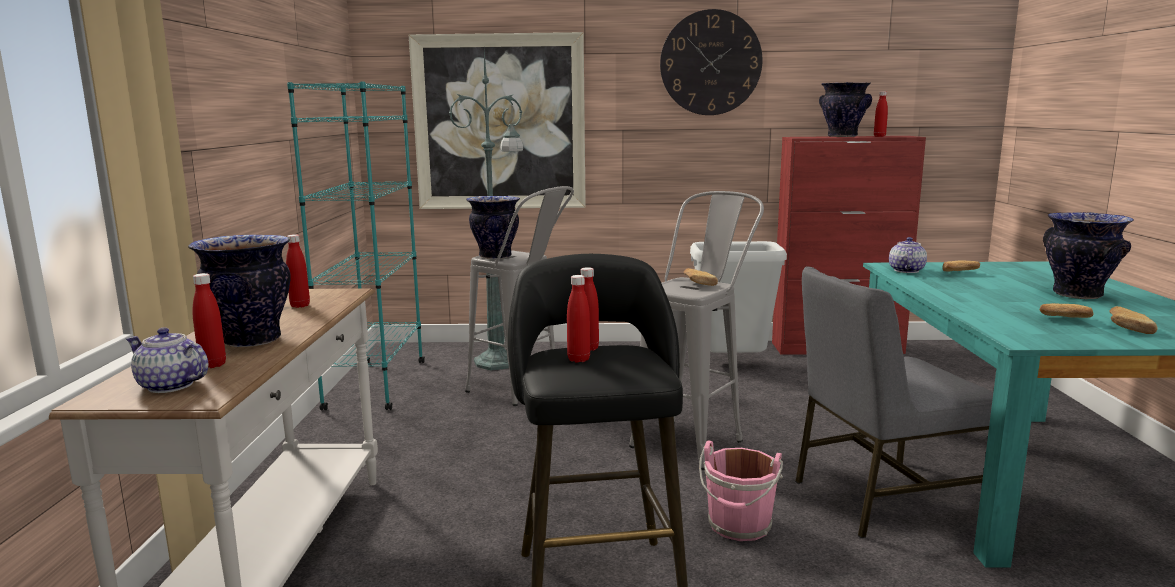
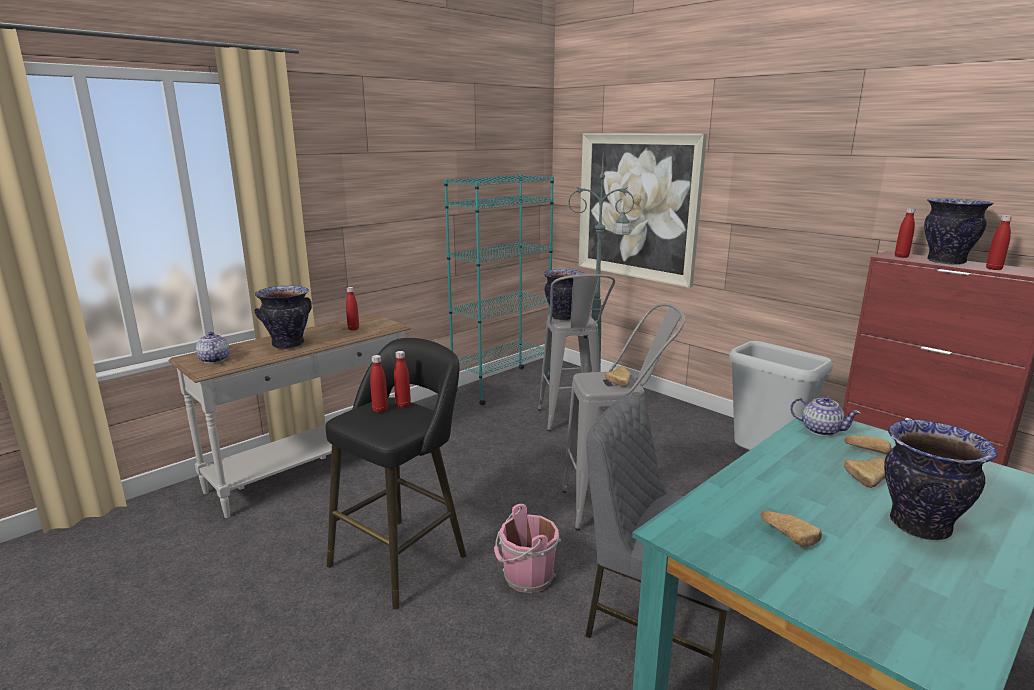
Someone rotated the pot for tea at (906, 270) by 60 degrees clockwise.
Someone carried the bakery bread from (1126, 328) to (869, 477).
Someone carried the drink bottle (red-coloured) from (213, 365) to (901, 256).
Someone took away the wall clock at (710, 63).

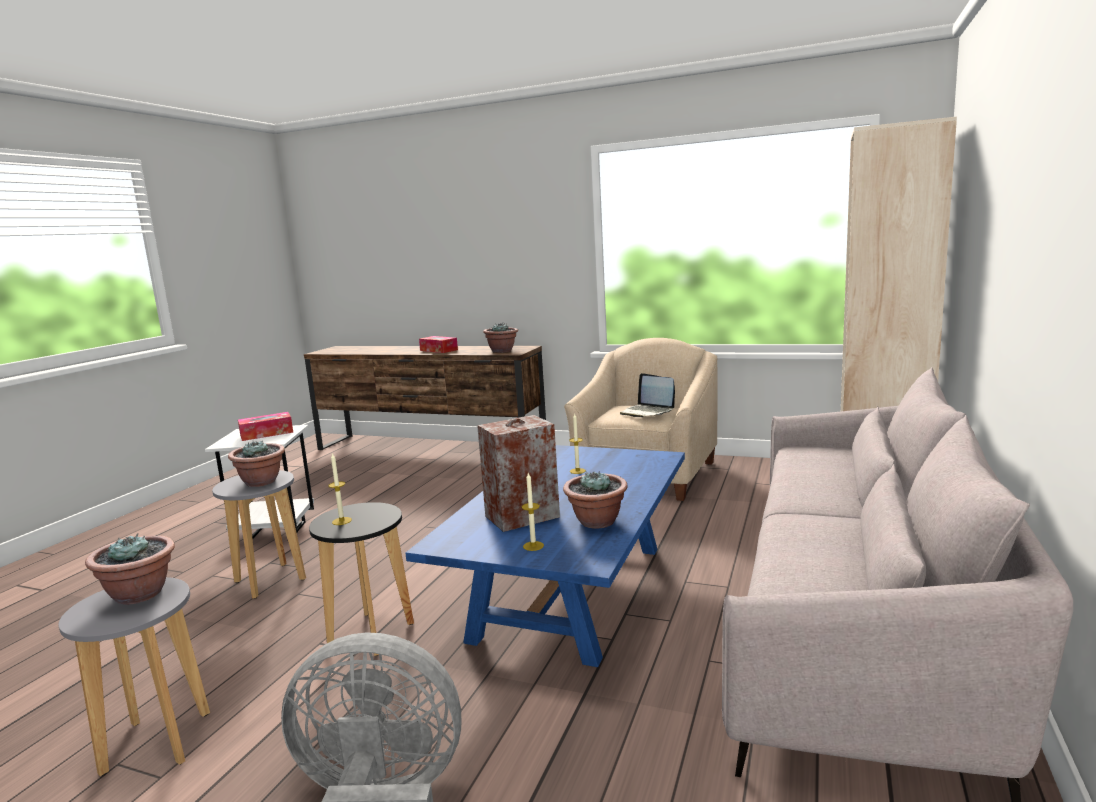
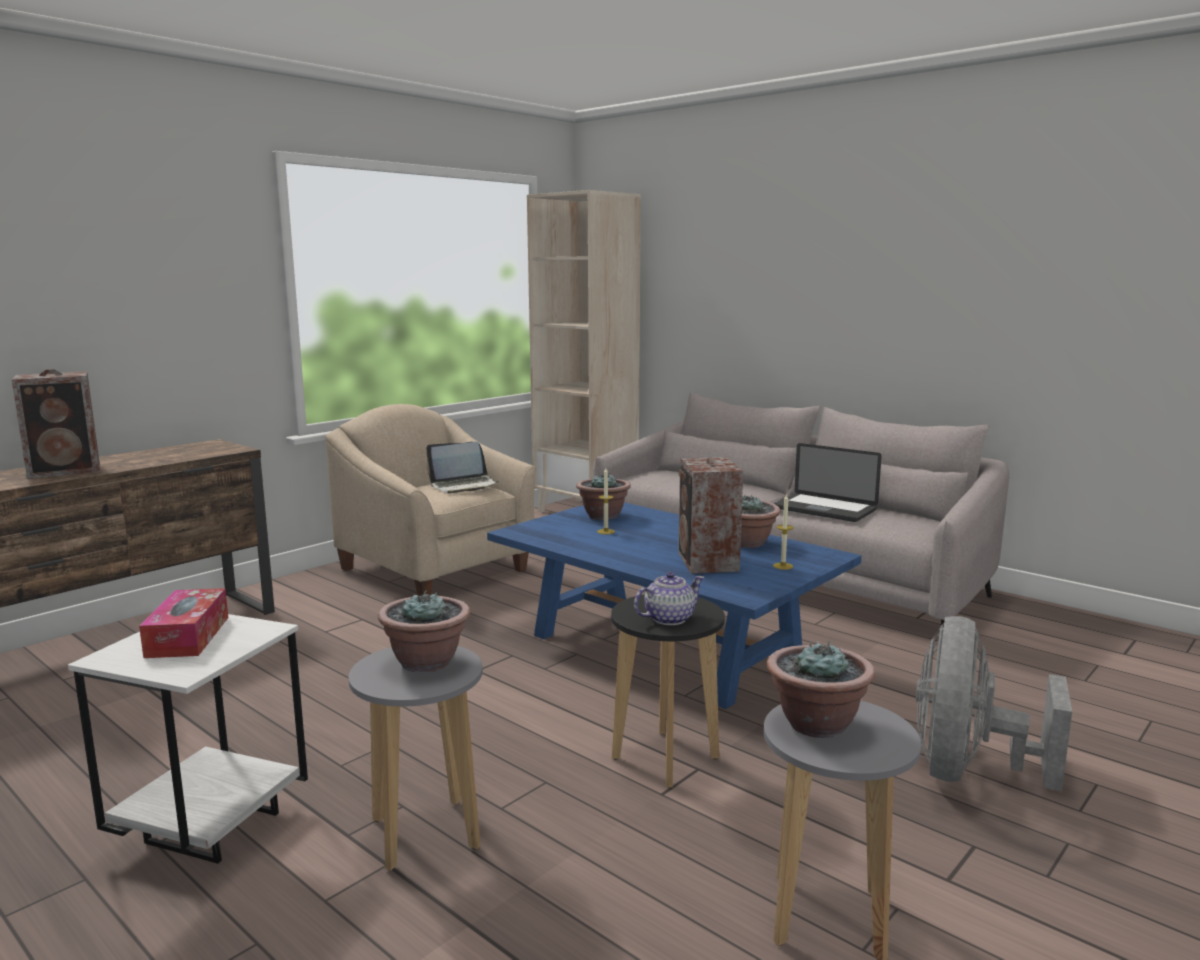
Someone swapped the tissue box at (438, 350) for the speaker at (67, 470).
Someone carried the houseplant from (502, 351) to (603, 516).
Someone swapped the wax light at (342, 521) for the pot for tea at (668, 618).
Someone put down the portable computer at (824, 509).

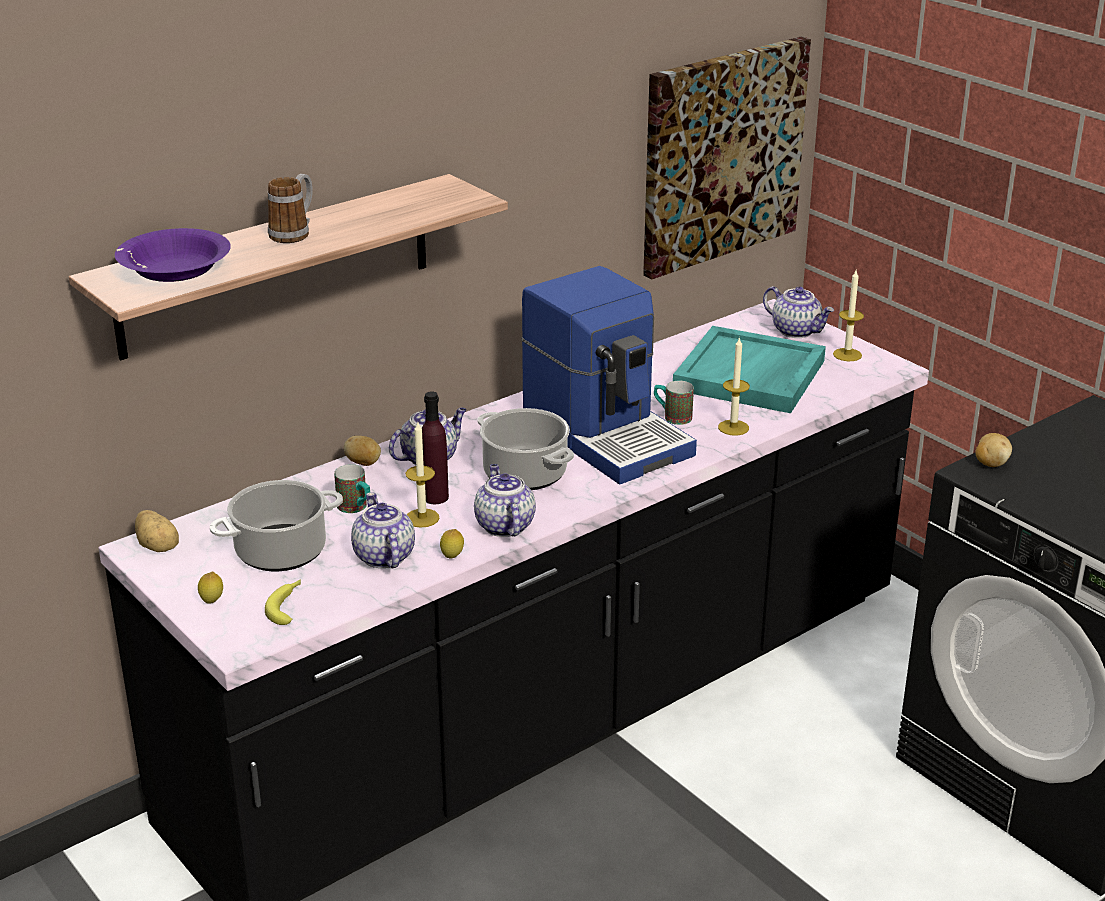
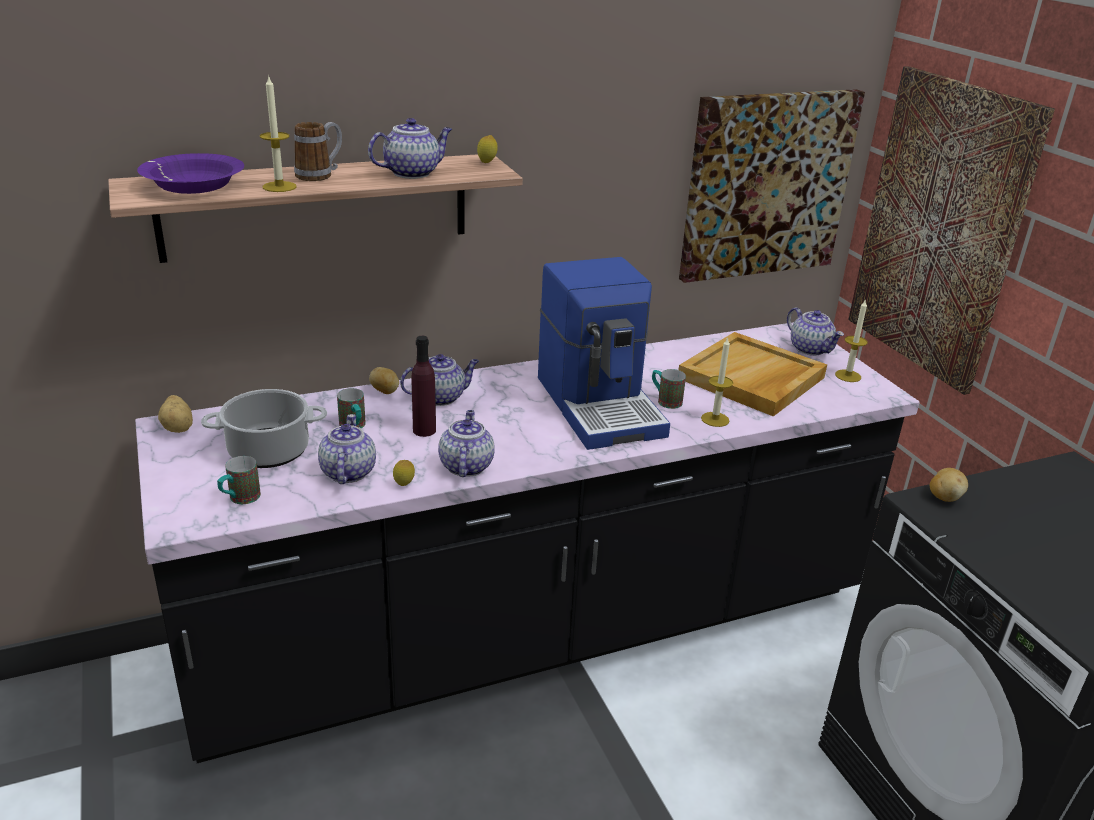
Someone swapped the banana at (288, 606) for the mug at (239, 499).
Someone carried the wax light from (422, 518) to (279, 187).
Someone put down the pot for tea at (412, 173).
Someone carried the lemon from (212, 602) to (487, 163).
Someone repainted the serving tray (blue-green) at (750, 376), which became the serving tray (beige) at (751, 378).
Someone put up the wall picture at (940, 229).
Someone took away the cooking pot at (526, 474).

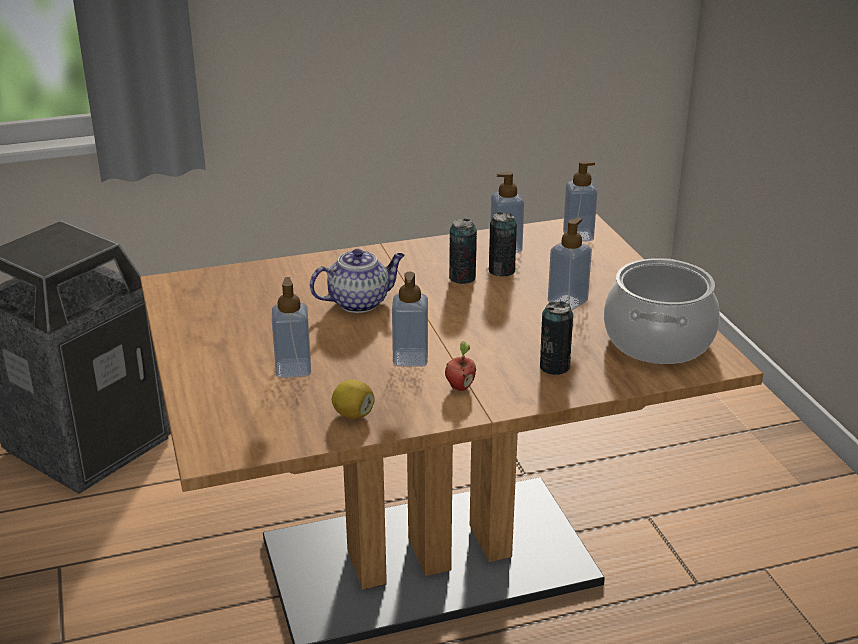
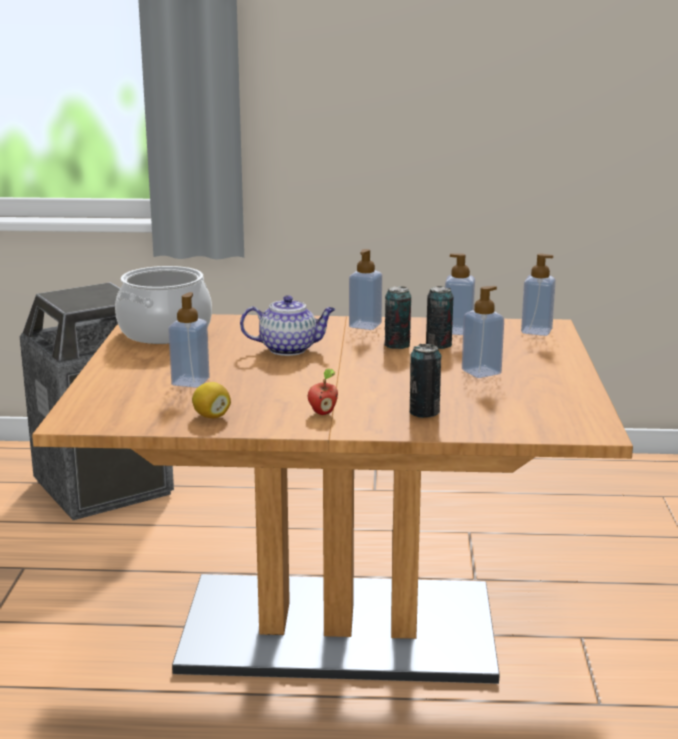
Someone carried the cooking pot from (657, 340) to (164, 332).
Someone carried the soap bottle from (410, 358) to (365, 325).

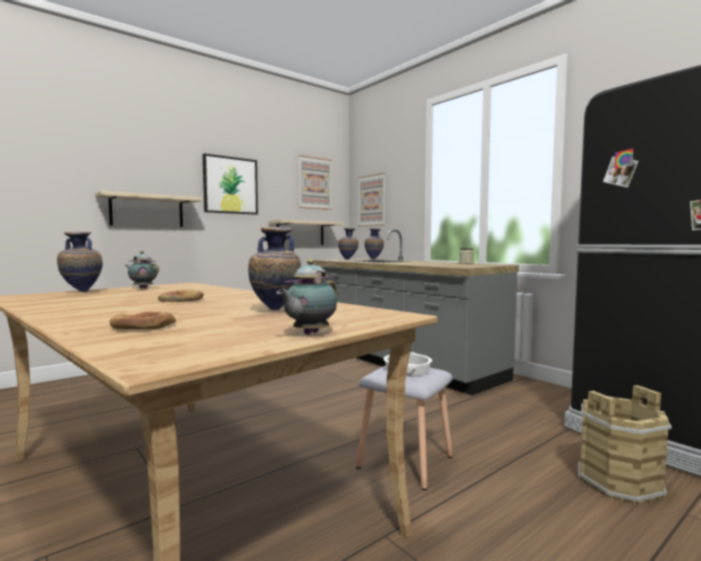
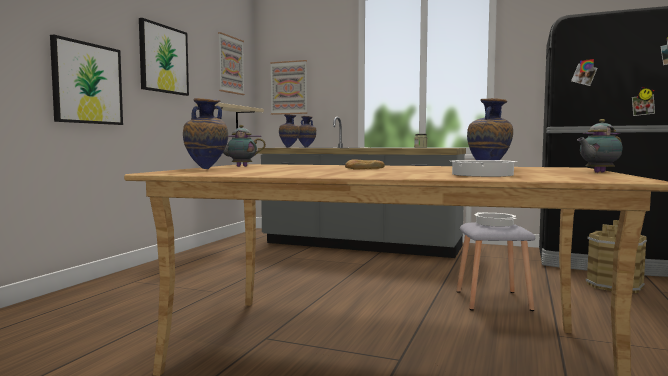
Someone swapped the bracket shelf (beige) at (147, 211) for the wall picture at (87, 83).
Someone swapped the bakery bread at (144, 326) for the cooking pot at (482, 175).
Someone rotated the pot for tea at (308, 334) by 60 degrees clockwise.

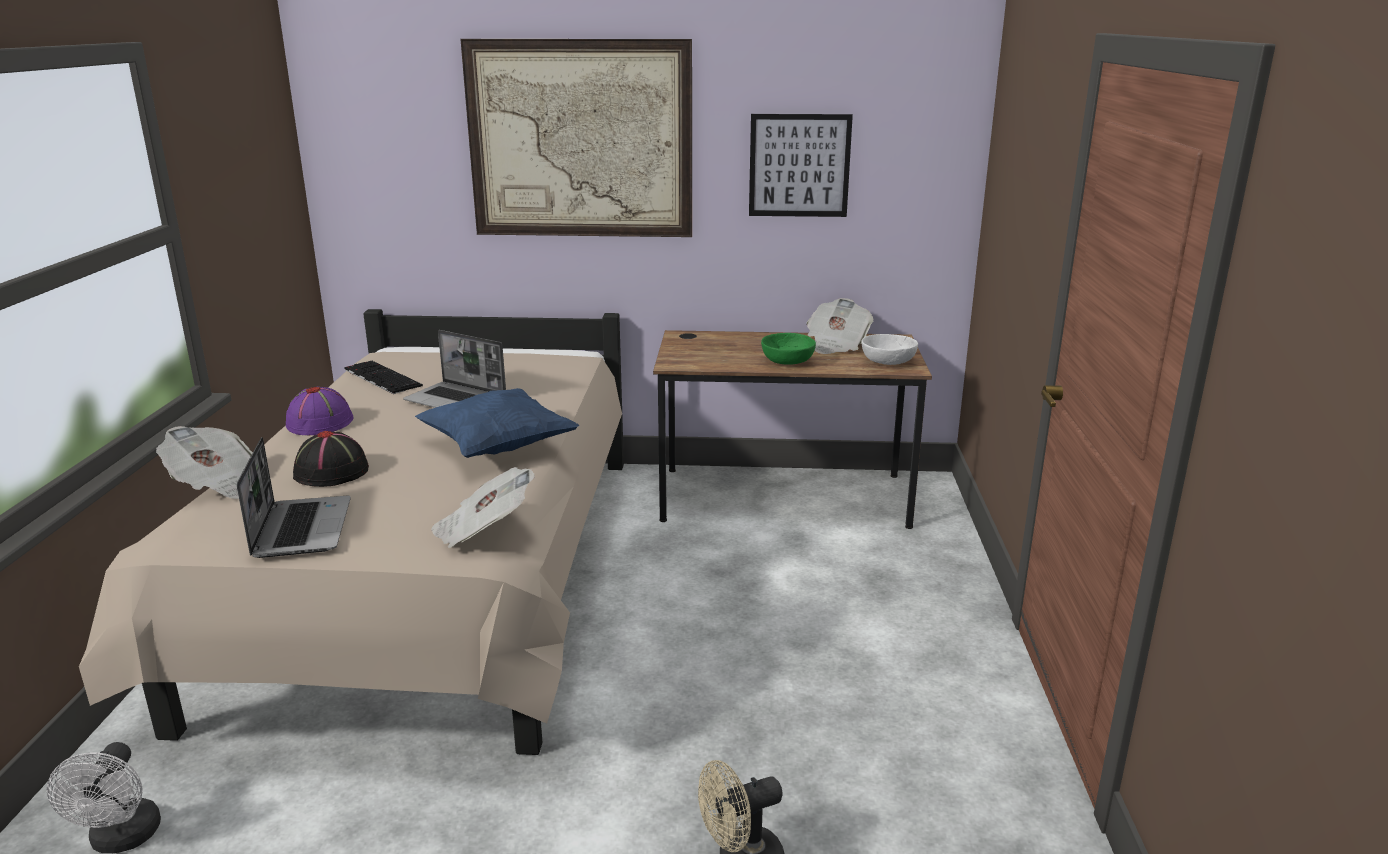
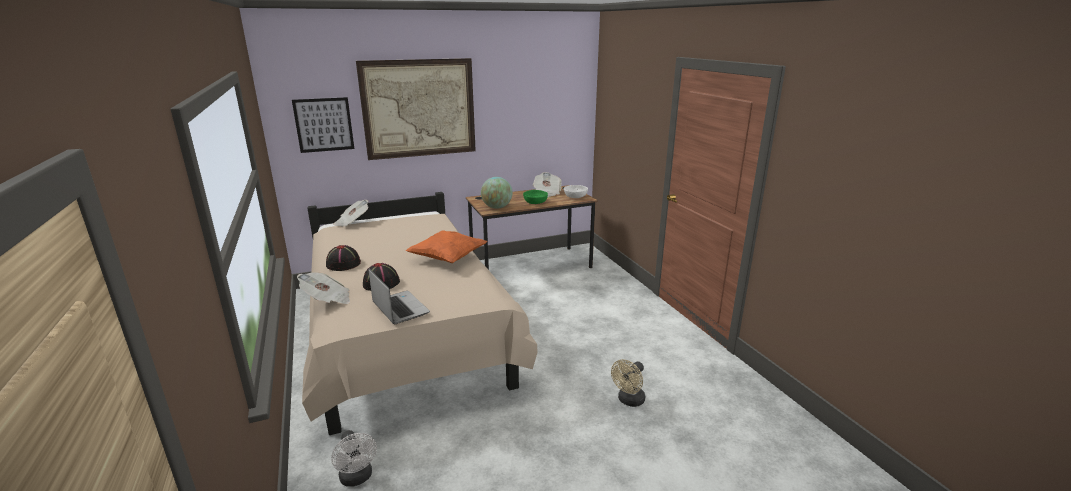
Someone carried the wall picture from (799, 165) to (324, 125).
Someone repainted the hat (purple) at (320, 423), which became the hat (black) at (343, 263).
Someone carried the daily paper from (483, 531) to (352, 222).
Someone repainted the throw pillow (blue) at (498, 447), which became the throw pillow (orangey) at (448, 258).
Someone put down the desk globe at (497, 207).
Someone took away the PC keyboard at (380, 378).
Someone took away the portable computer at (457, 401).

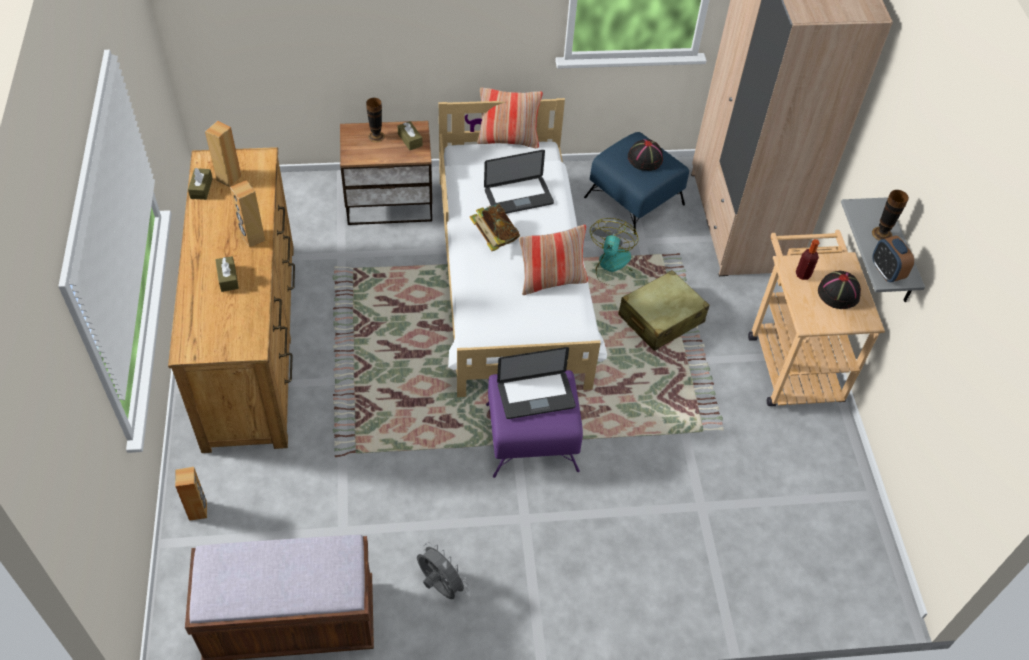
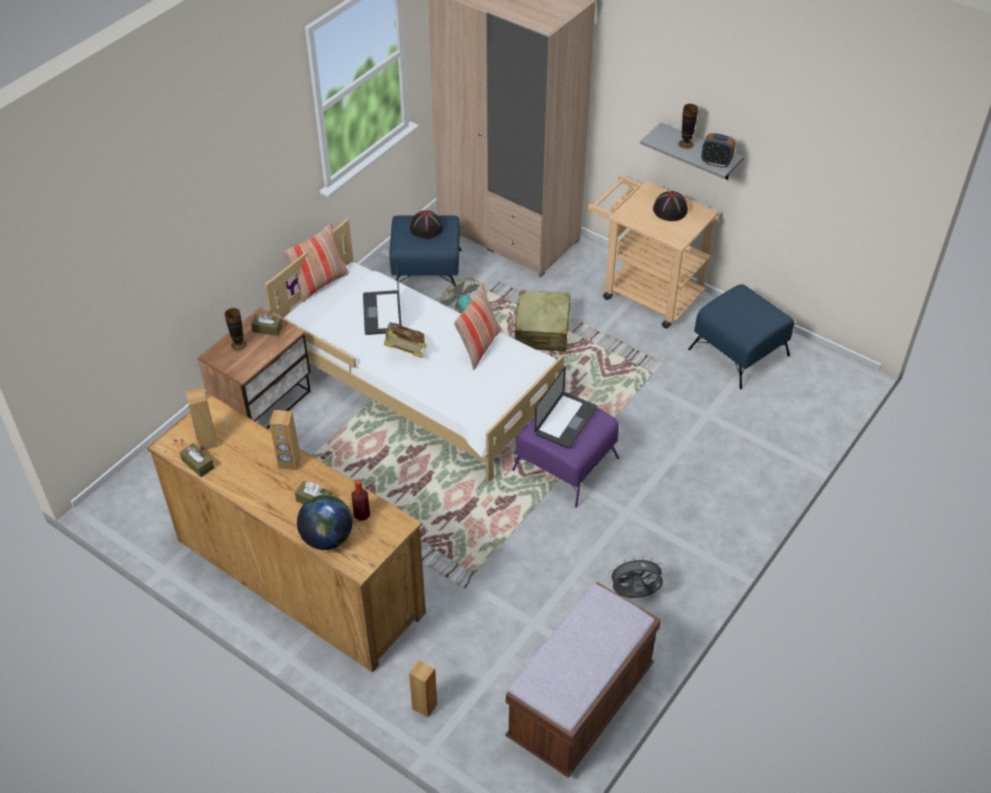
Someone put down the desk globe at (327, 538).
Someone carried the drink bottle from (803, 274) to (362, 514).
Someone rotated the portable computer at (518, 197) by 150 degrees clockwise.
Someone put down the ottoman (blue) at (739, 353).

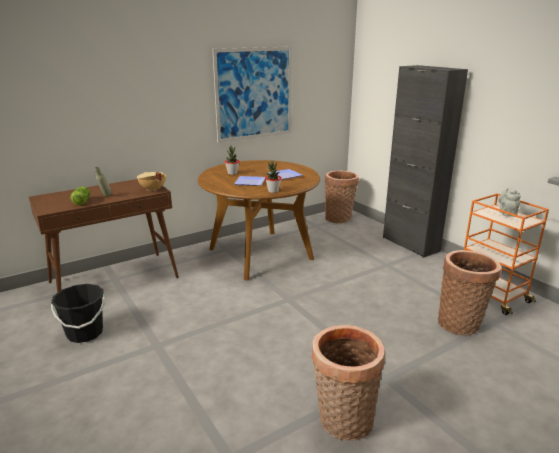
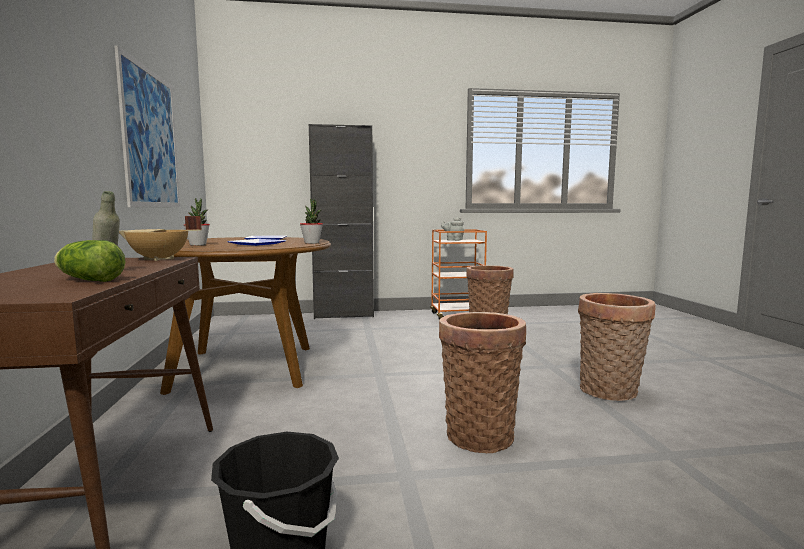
Someone carried the basket from (339, 218) to (479, 434).

